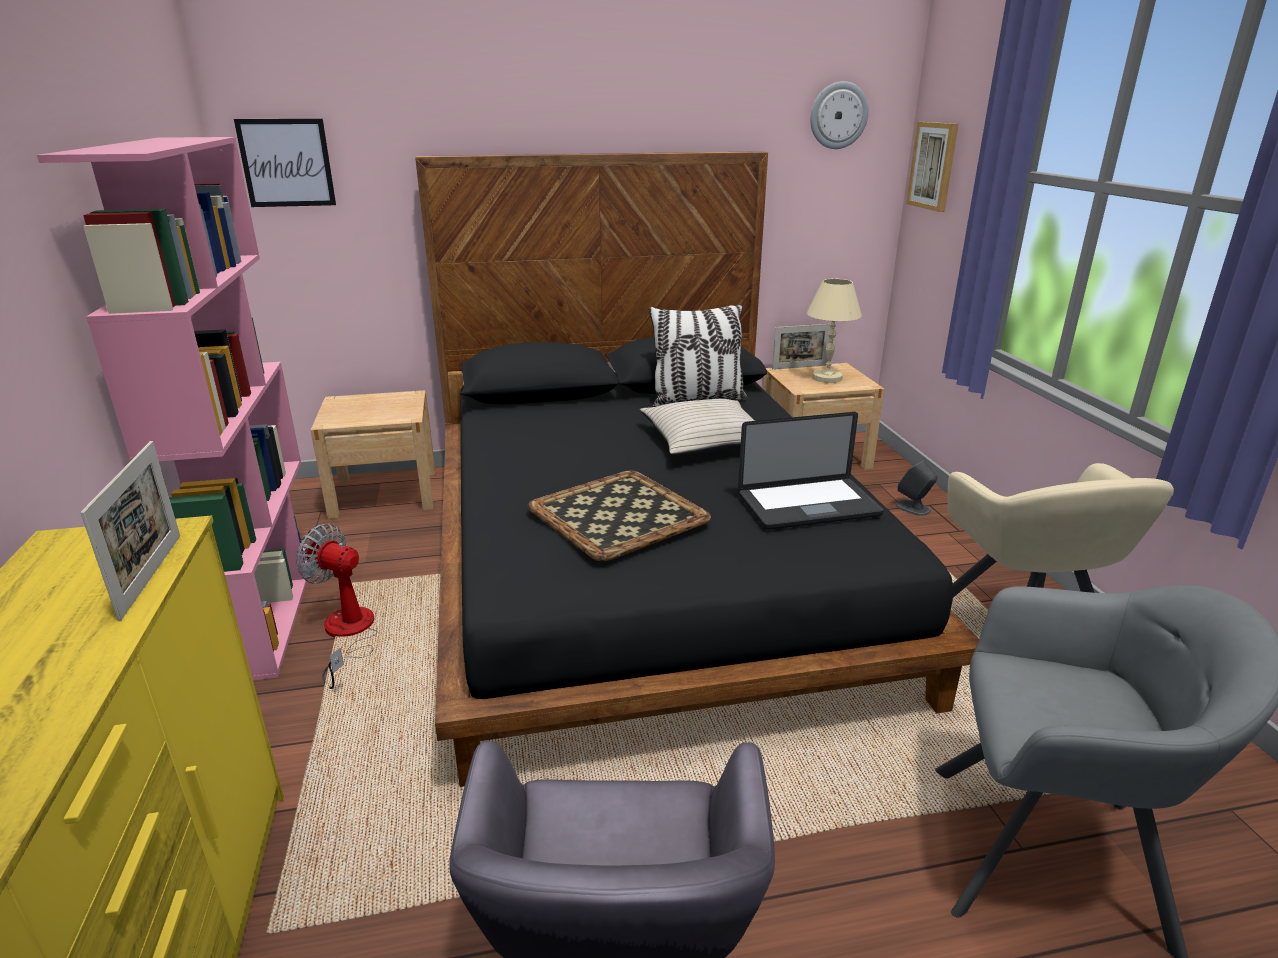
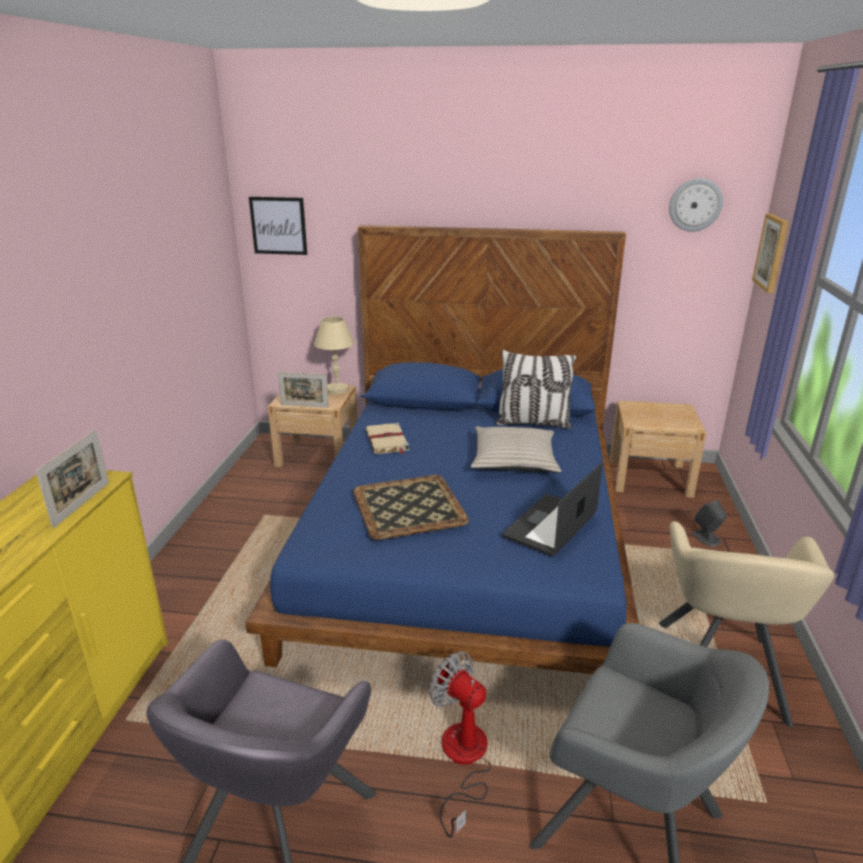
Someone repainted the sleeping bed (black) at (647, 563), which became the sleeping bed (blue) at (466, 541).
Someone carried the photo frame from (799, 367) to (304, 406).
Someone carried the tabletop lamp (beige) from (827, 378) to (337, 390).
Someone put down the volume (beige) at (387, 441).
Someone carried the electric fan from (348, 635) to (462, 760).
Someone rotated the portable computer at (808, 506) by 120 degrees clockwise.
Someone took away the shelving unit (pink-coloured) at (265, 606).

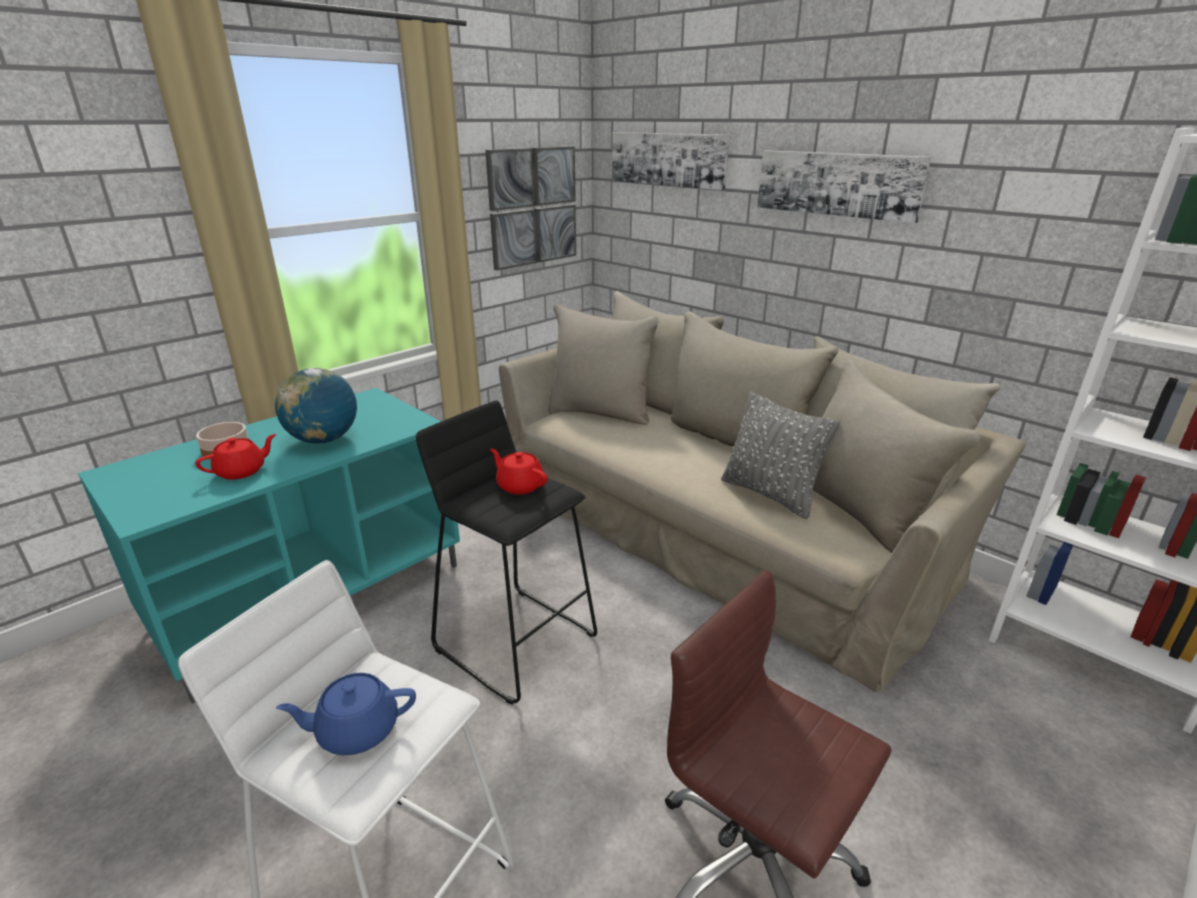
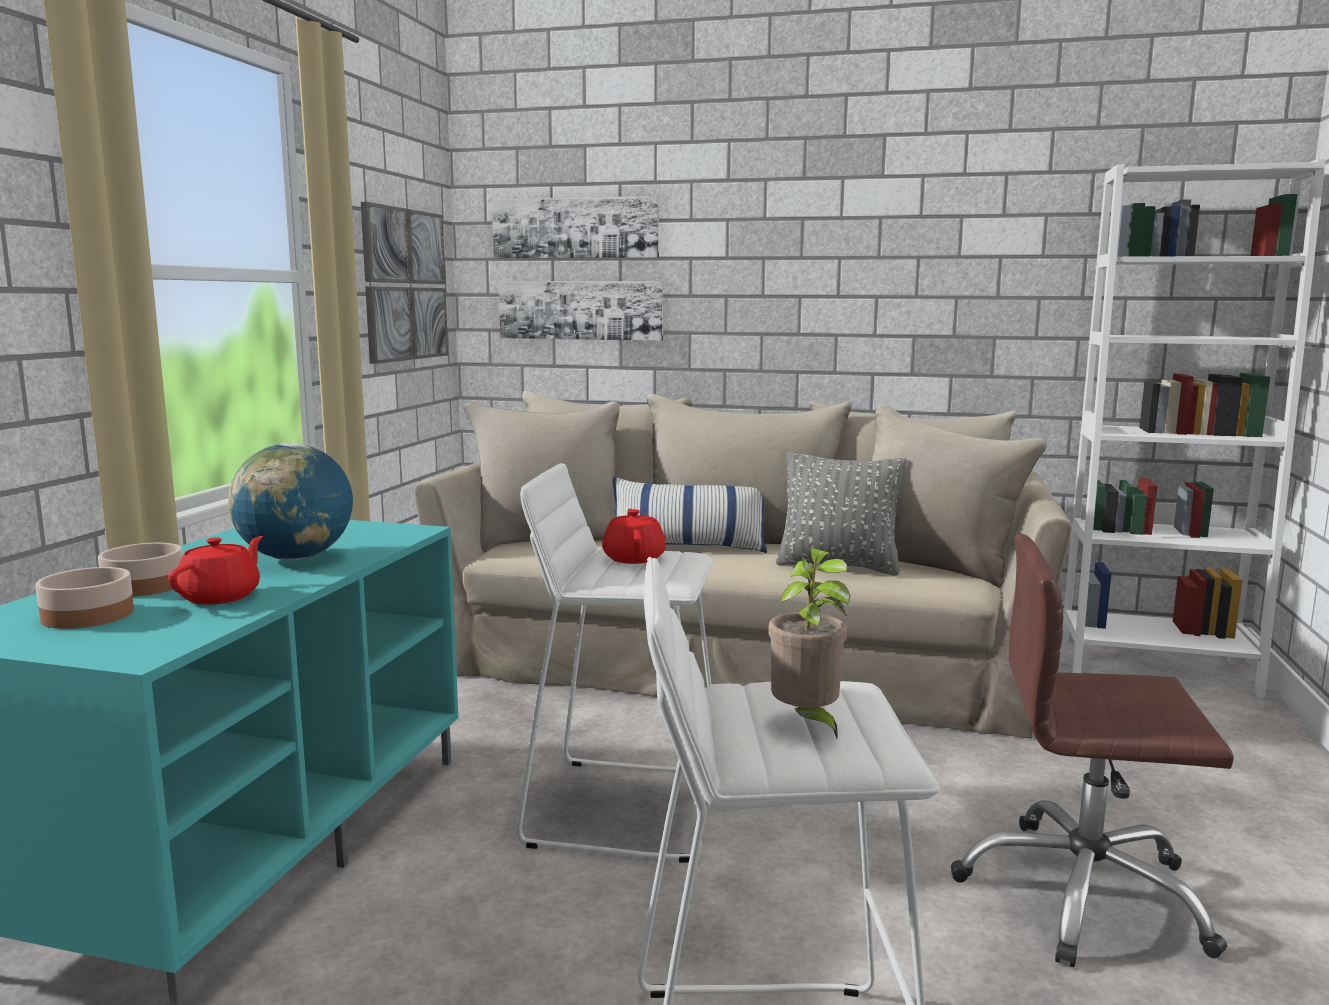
Someone put down the serving bowl at (89, 615).
Someone carried the wall picture from (837, 184) to (581, 310).
Someone repainted the stool seat (black) at (516, 641), which became the stool seat (white) at (624, 807).
Someone rotated the pot for tea (red-coloured) at (519, 485) by 75 degrees clockwise.
Someone put down the throw pillow at (688, 547).
Someone swapped the pot for tea (blue) at (357, 730) for the houseplant at (806, 723).

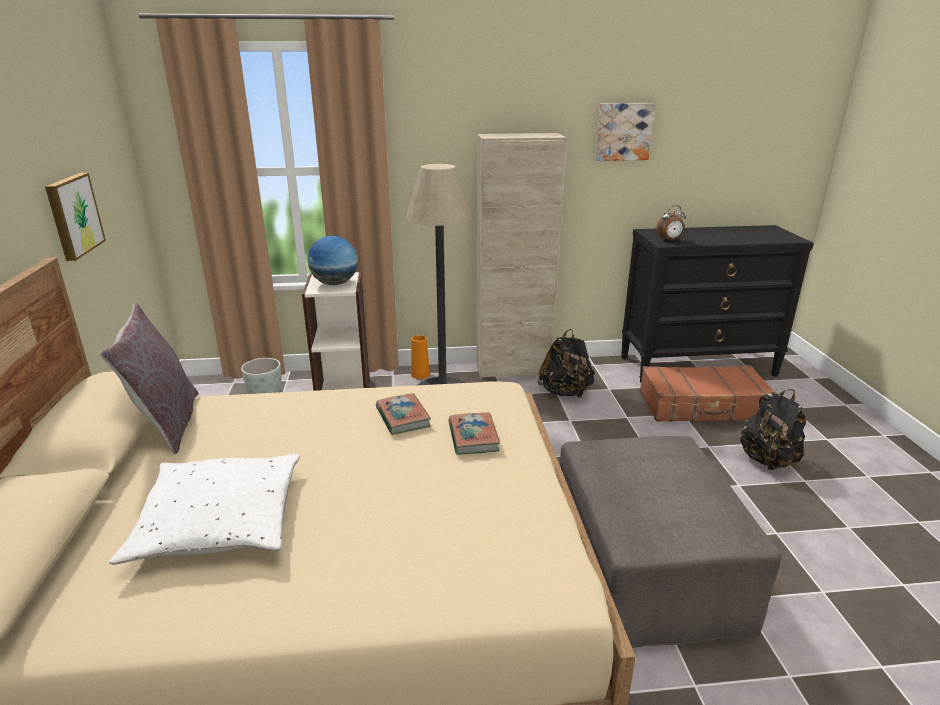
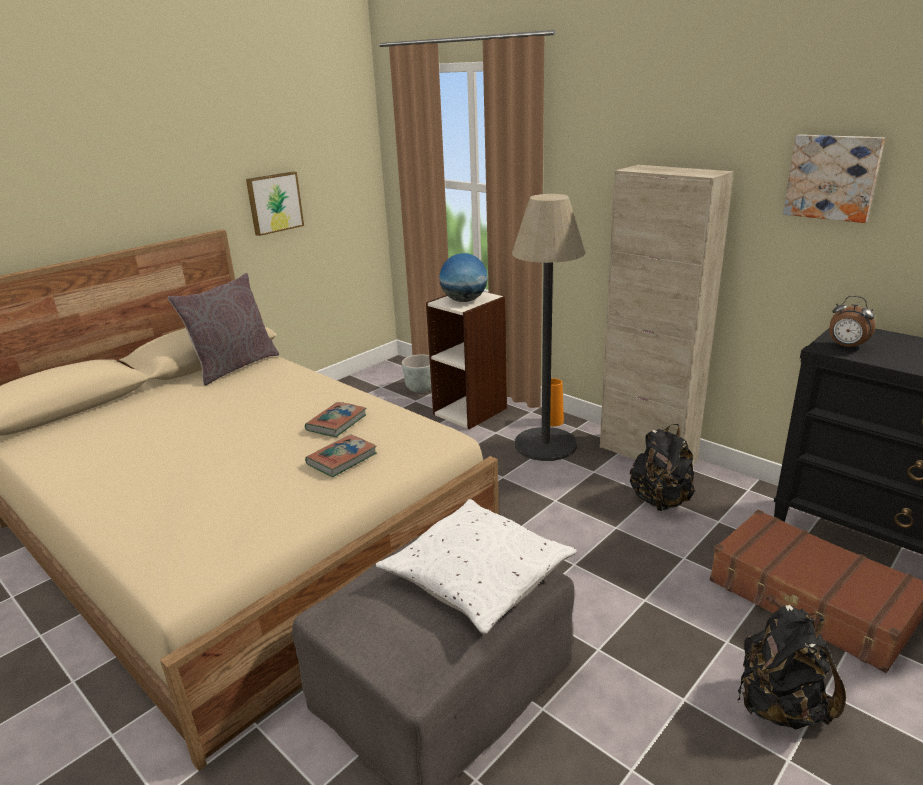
Someone carried the throw pillow (white) from (219, 521) to (477, 576).

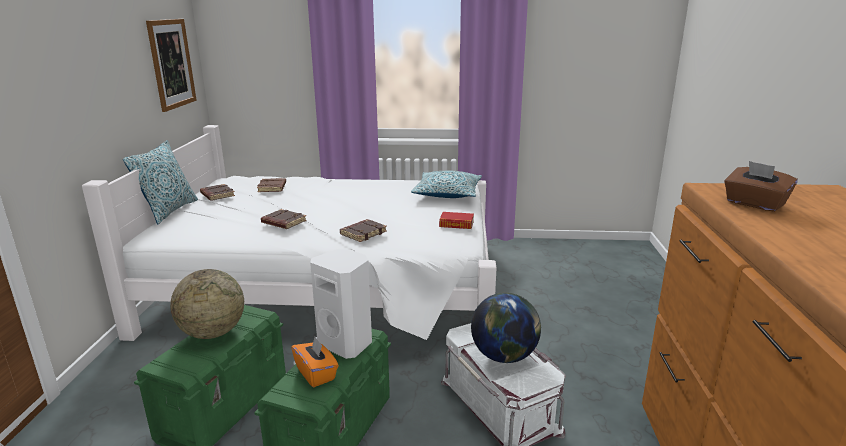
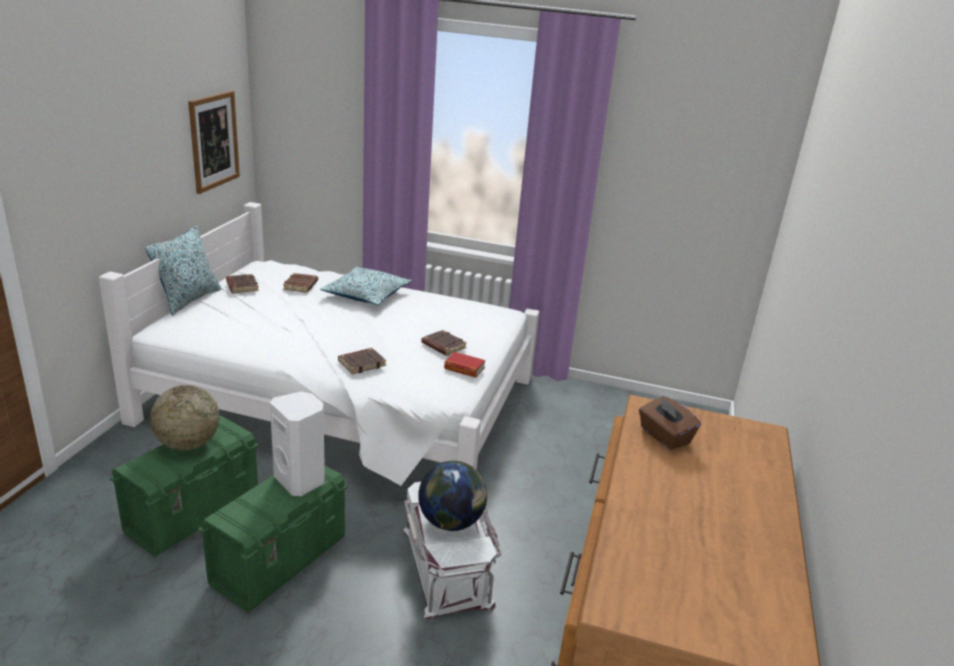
Someone carried the throw pillow from (447, 194) to (366, 295).
Someone carried the volume (brown) from (283, 222) to (443, 346).
Someone took away the tissue box (orangey) at (316, 374).

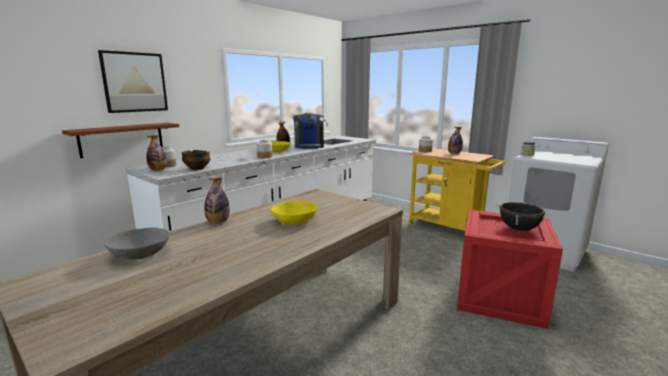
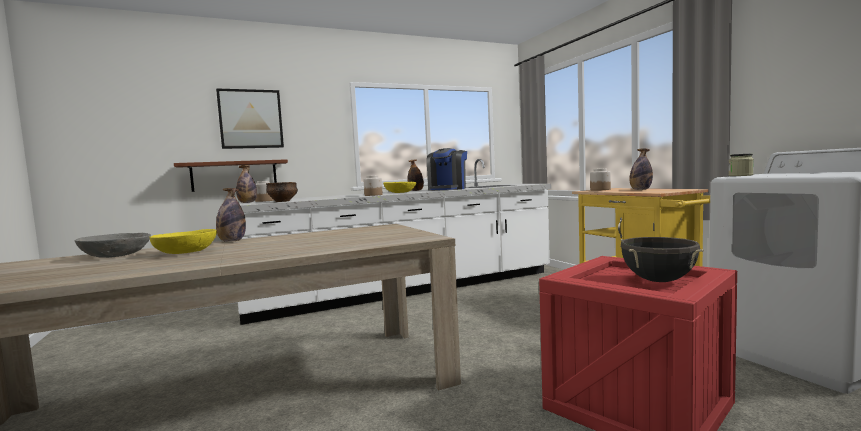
Someone carried the serving bowl (yellowish) from (295, 221) to (186, 252).

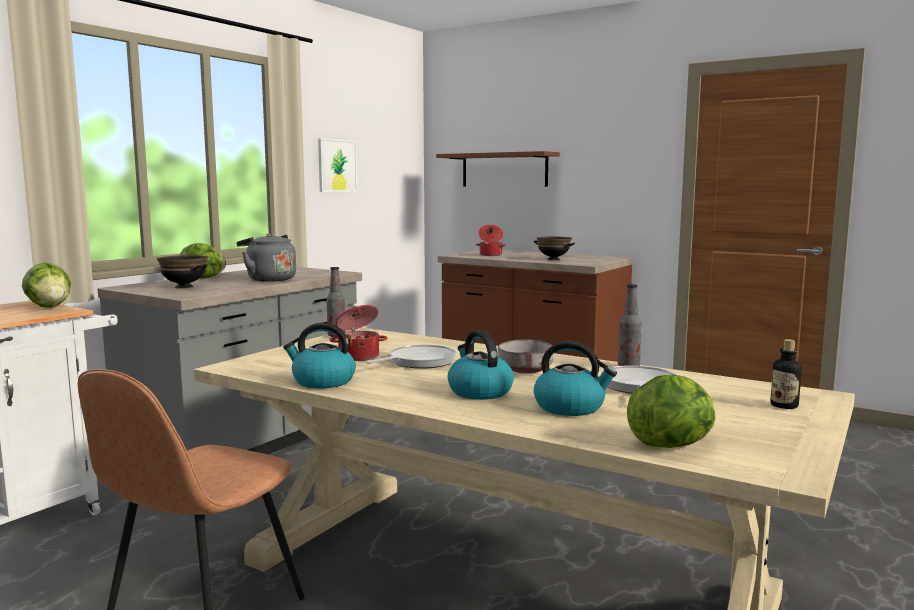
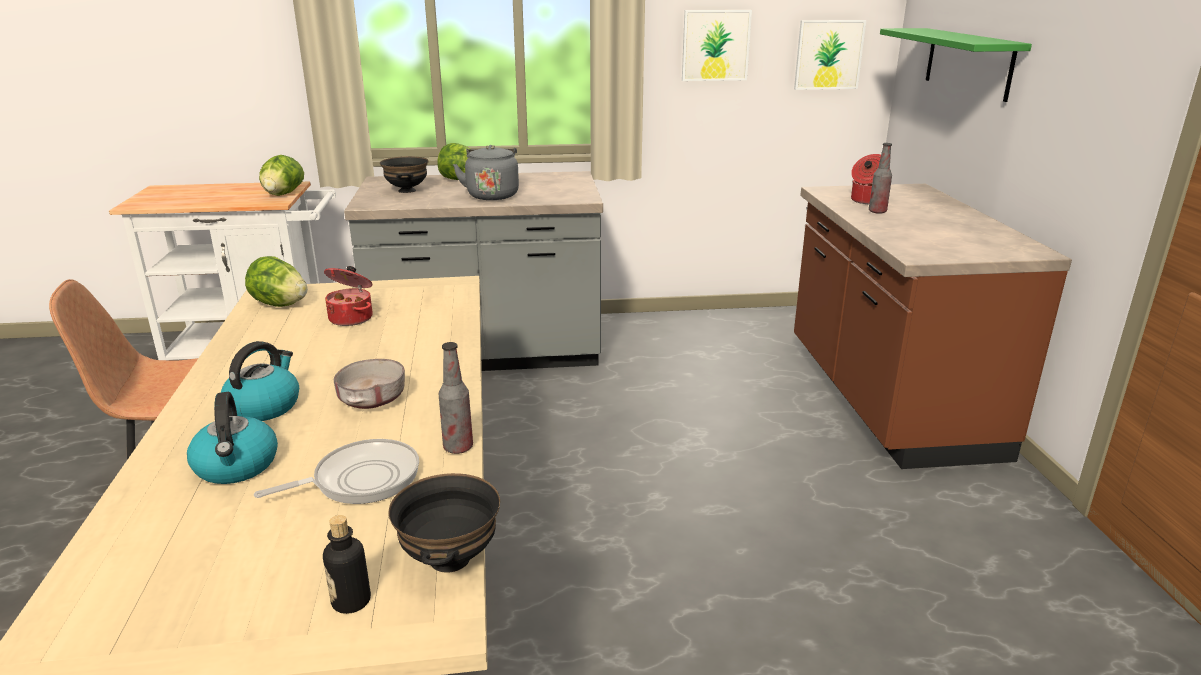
Someone carried the lettuce head from (672, 445) to (280, 304).
Someone carried the serving bowl (black) from (554, 259) to (451, 559).
Someone put up the wall picture at (828, 54).
Someone carried the drink bottle from (336, 335) to (877, 211).
Someone repainted the bracket shelf (brown) at (504, 170), which became the bracket shelf (green-coloured) at (968, 62).
Someone took away the tea kettle at (322, 381).
Someone took away the skillet at (418, 362).

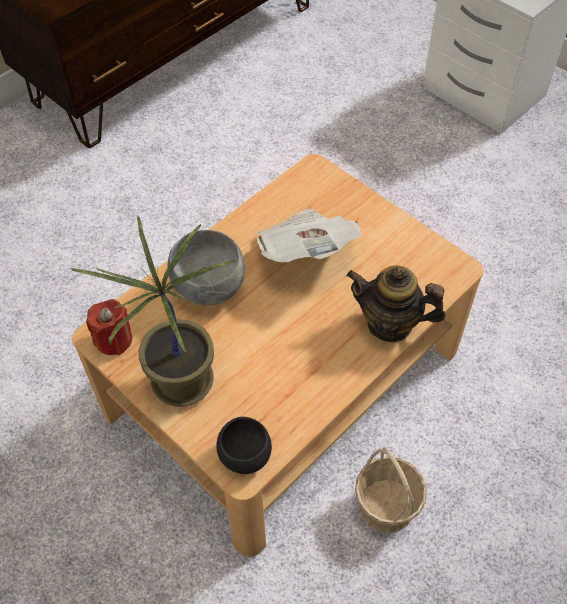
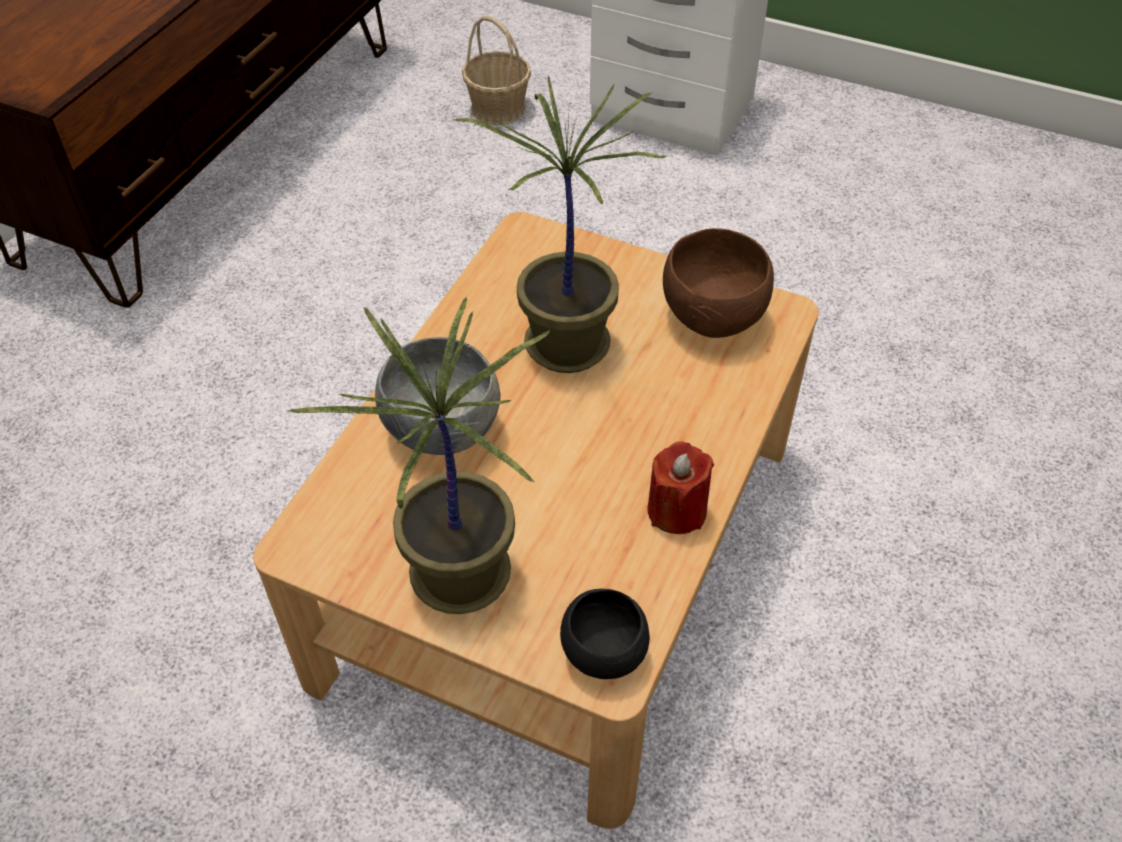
Someone swapped the daily paper at (307, 252) for the houseplant at (564, 344).
Someone carried the basket from (386, 505) to (498, 108).
Someone carried the wax light (red-coloured) from (114, 340) to (676, 510).
Someone put down the serving bowl (brown) at (712, 317).
Someone took away the pot for tea at (390, 324).

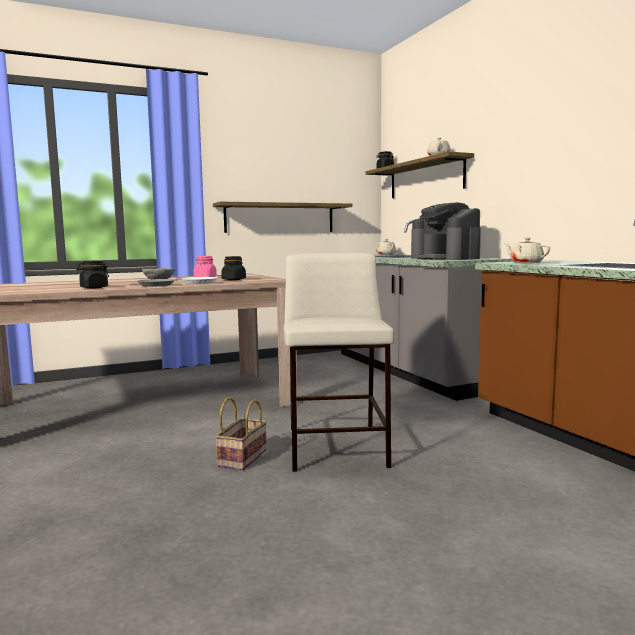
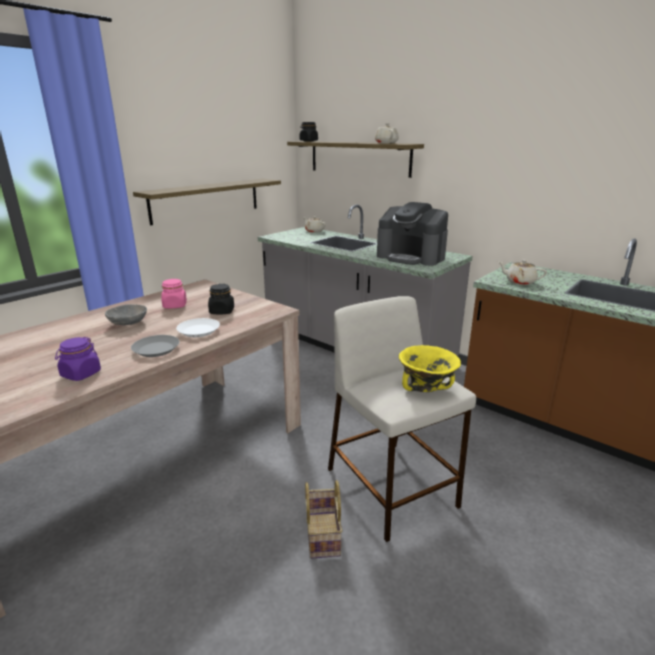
Someone repainted the preserve jar (black) at (94, 287), which became the preserve jar (purple) at (81, 374).
Someone put down the serving bowl (yellowish) at (426, 386).

